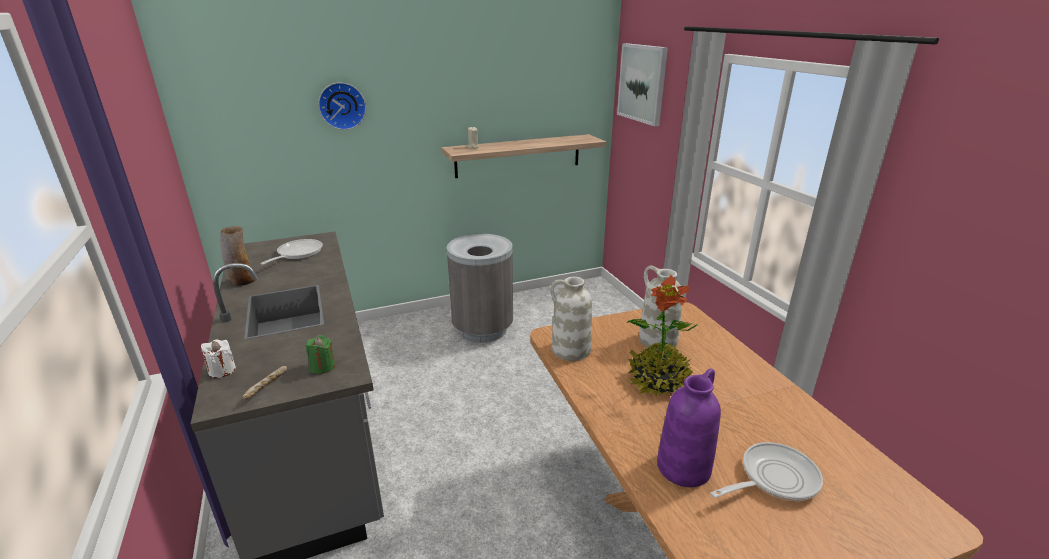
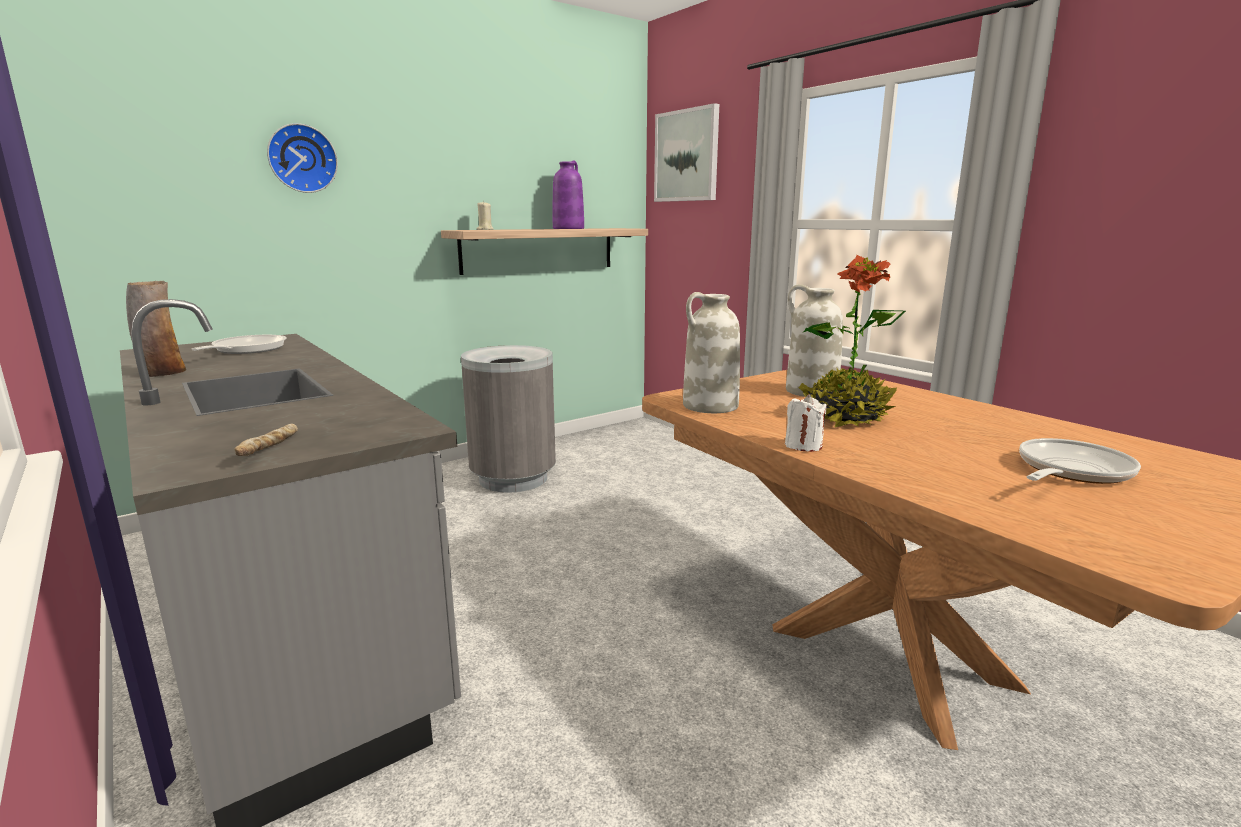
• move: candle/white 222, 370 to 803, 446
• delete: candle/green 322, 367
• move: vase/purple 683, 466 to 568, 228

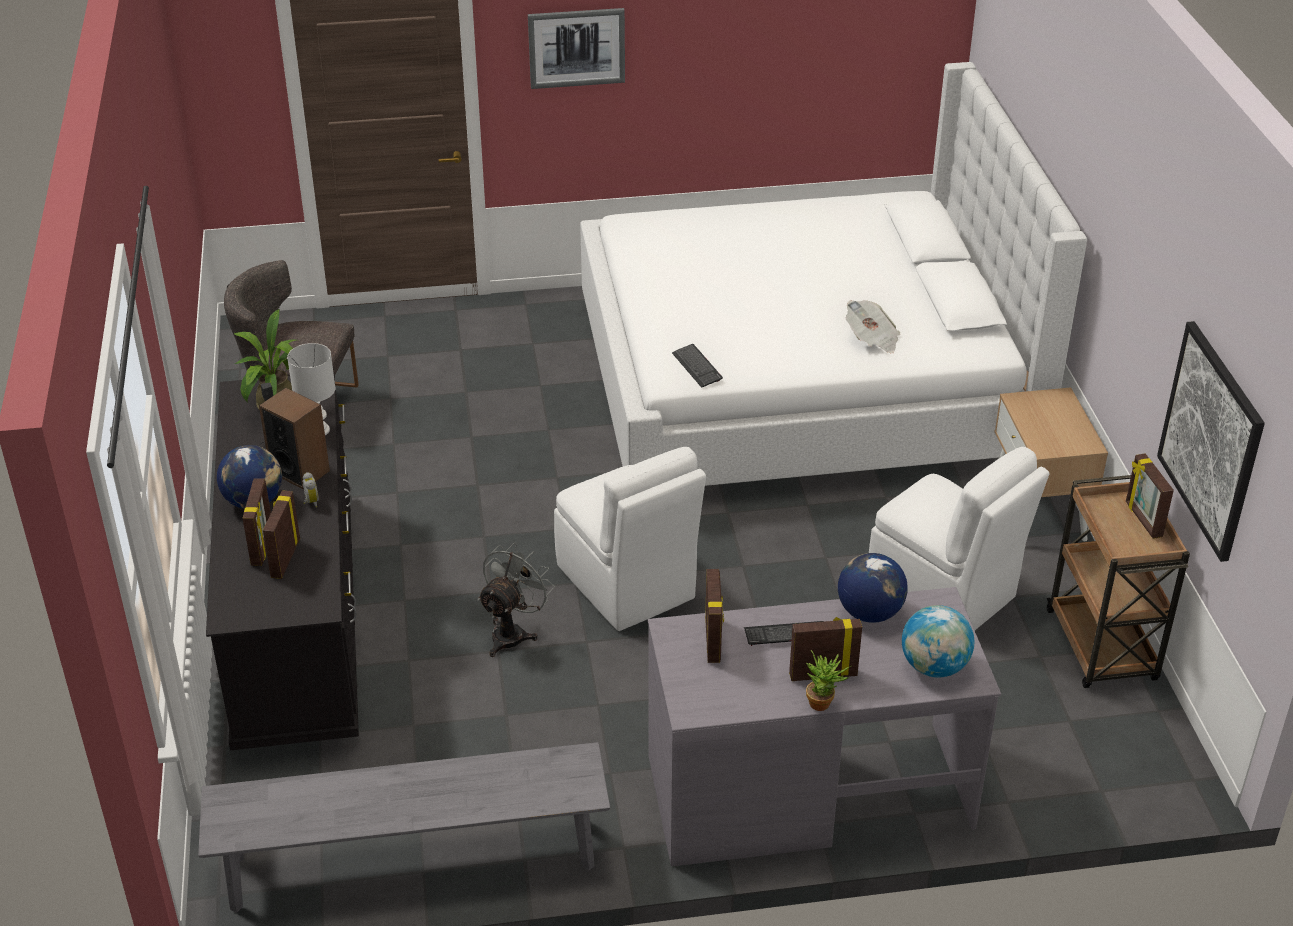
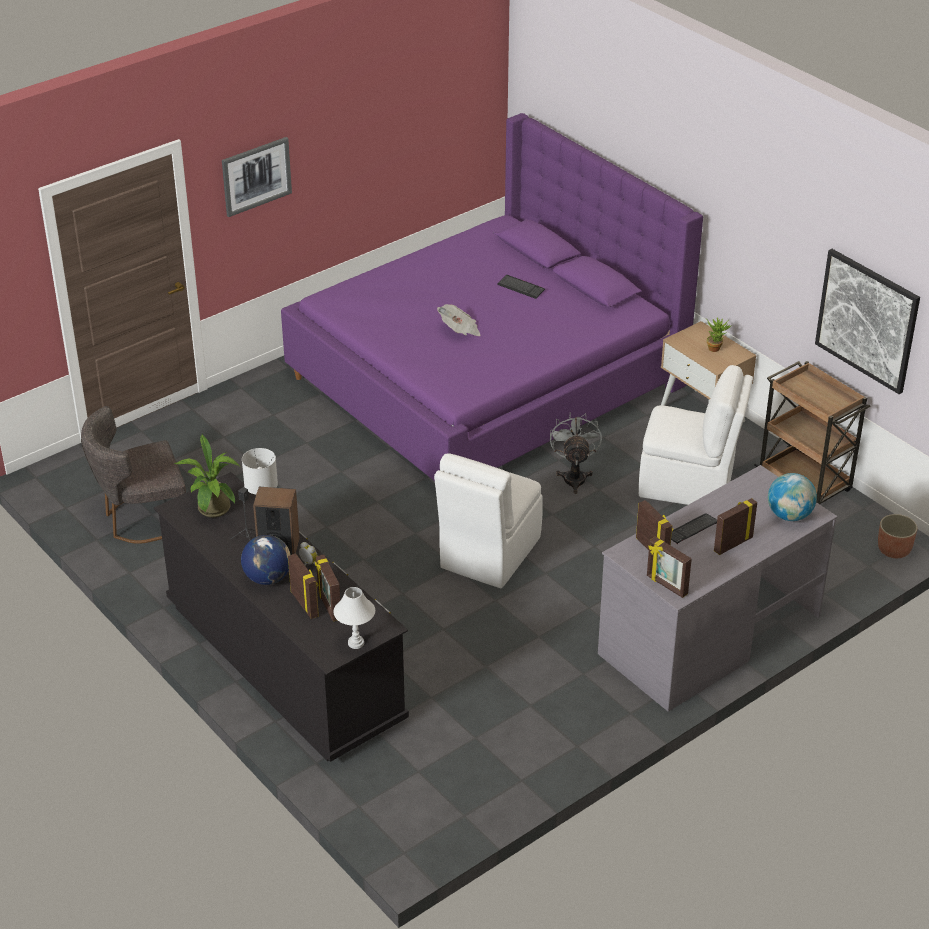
• delete: bench/grey 412, 863
• move: fan/grey 513, 633 to 574, 476
• rotate: chair/white 627, 584 = 488, 554 90 degrees clockwise
• recolor: bed/white 803, 385 to bed/purple 488, 381
• move: keyboard 697, 367 to 521, 288
• move: potted plant 824, 703 to 716, 348
• delete: globe 869, 612
• move: newspaper 872, 339 to 459, 330
• move: picture frame 1142, 520 to 666, 585
• insert: table lamp/white 356, 643
• insert: planter 894, 550

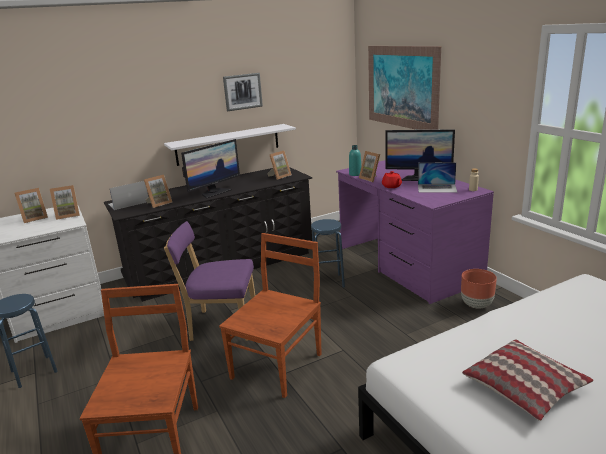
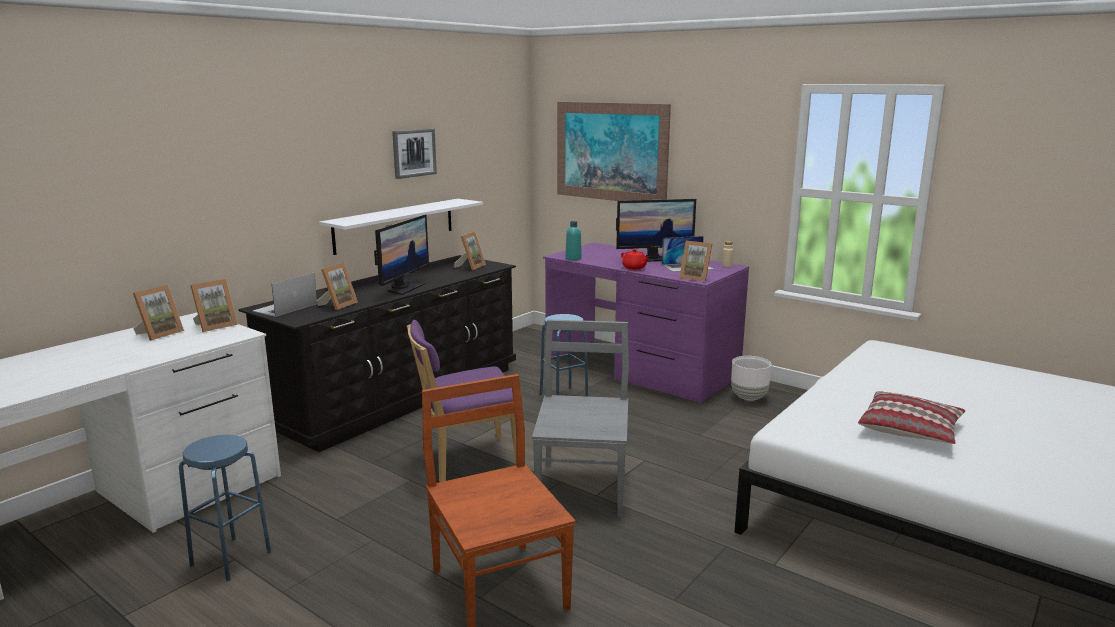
• recolor: chair/brown 278, 364 to chair/grey 582, 487
• move: picture frame 371, 178 to 696, 278
• recolor: planter/brown 477, 305 to planter/white 749, 397

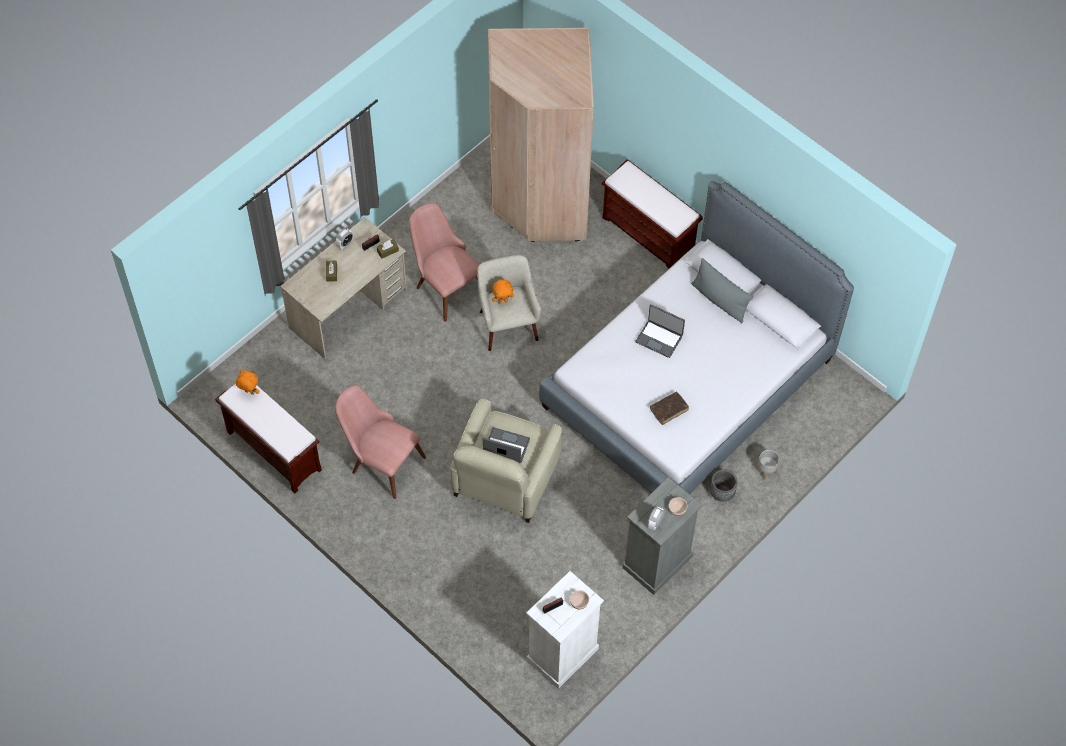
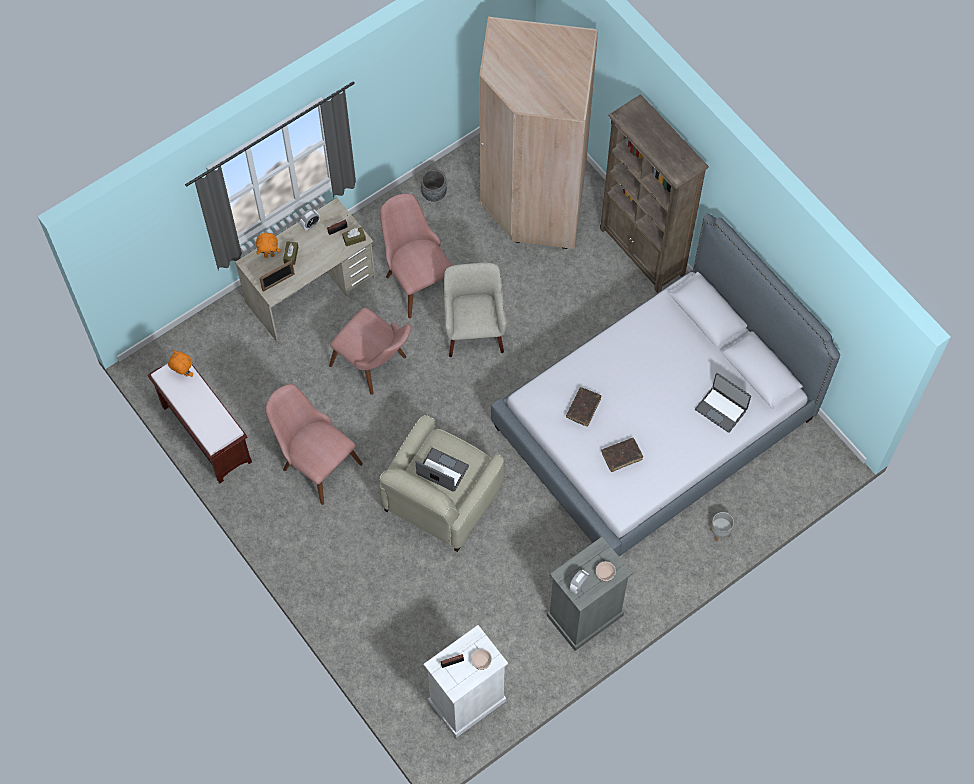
• move: plush toy/orange 503, 301 to 269, 255
• replace: bench/brown 649, 234 to bookcase/brown 642, 251
• move: laptop 659, 338 to 721, 409
• delete: pillow/grey 719, 300
• move: planter/grey 722, 493 to 434, 194
• insert: picture frame 278, 282
• insert: chair/pink 376, 365
• insert: book/brown 583, 408

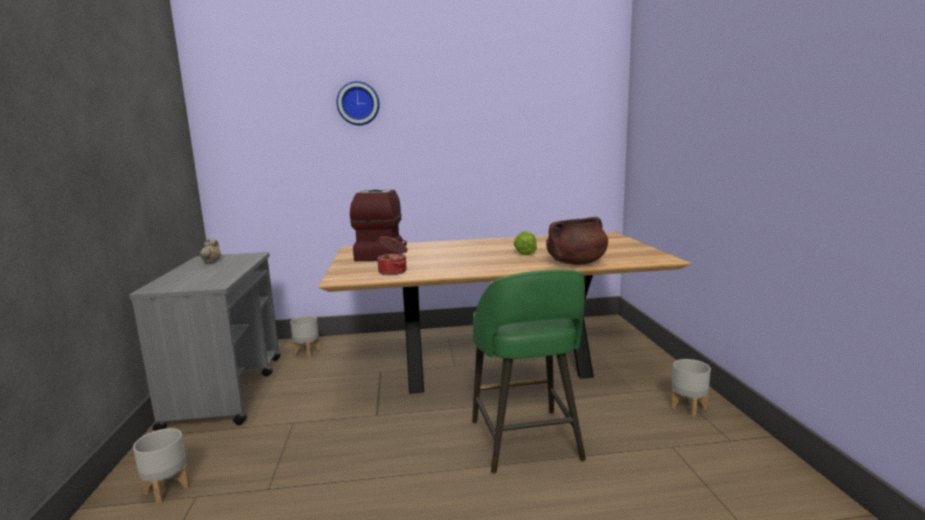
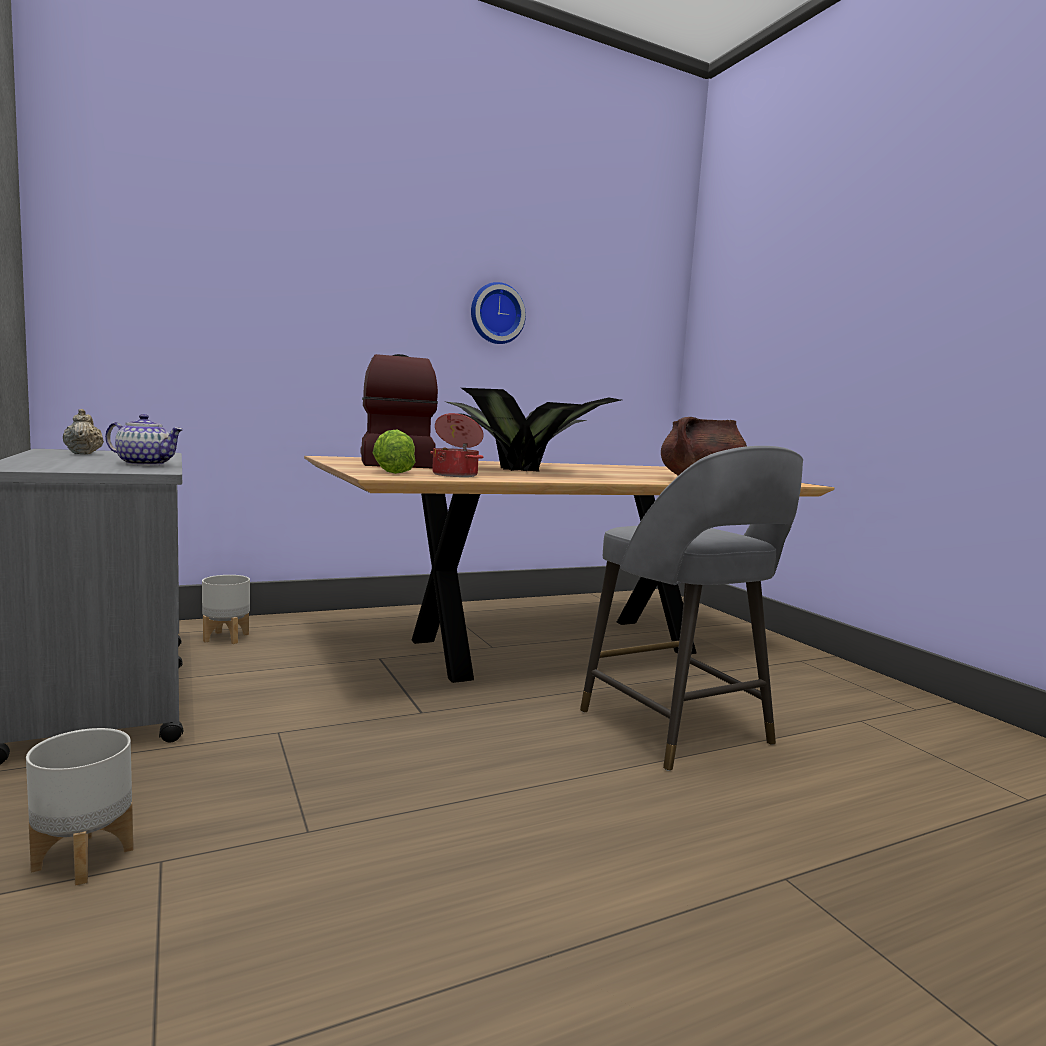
• move: wall clock 358, 103 to 496, 314
• recolor: stool/green 526, 442 to stool/grey 678, 729
• move: lettuce 524, 252 to 392, 472
• delete: planter/grey 688, 408
• insert: teapot 145, 464
• insert: potted plant 525, 470

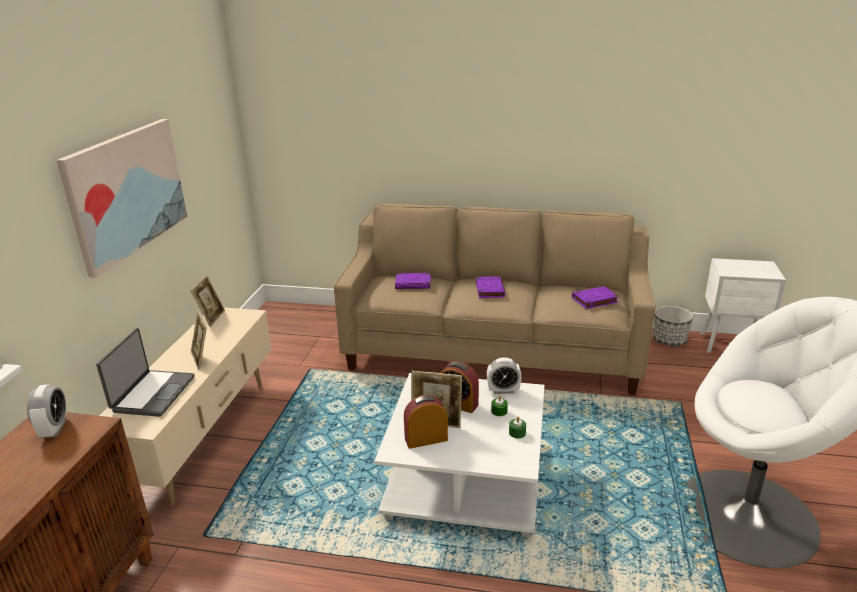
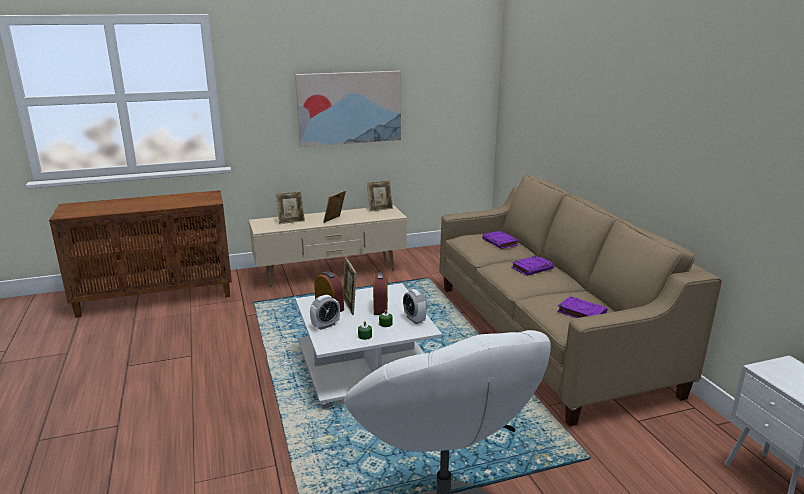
• move: alarm clock 54, 429 to 325, 325
• replace: laptop 152, 394 to picture frame 291, 221
• delete: planter 669, 340

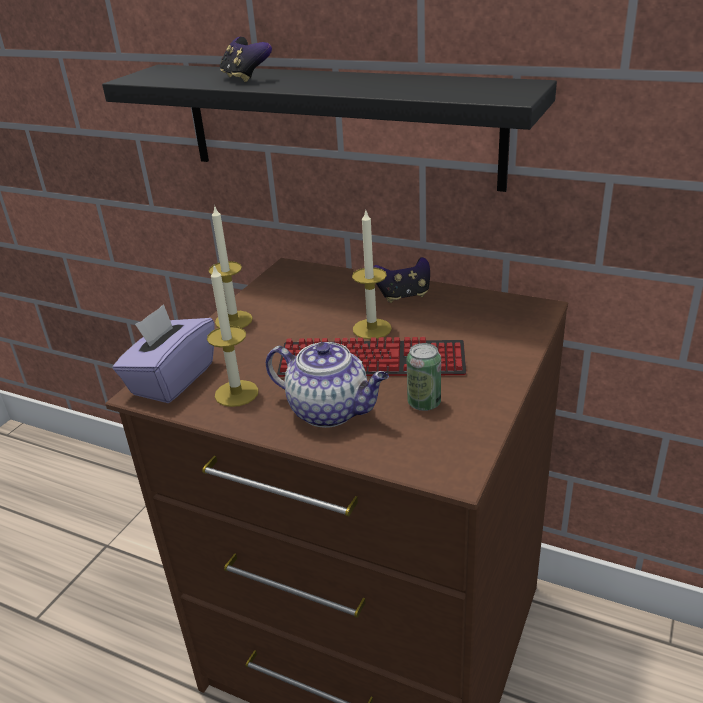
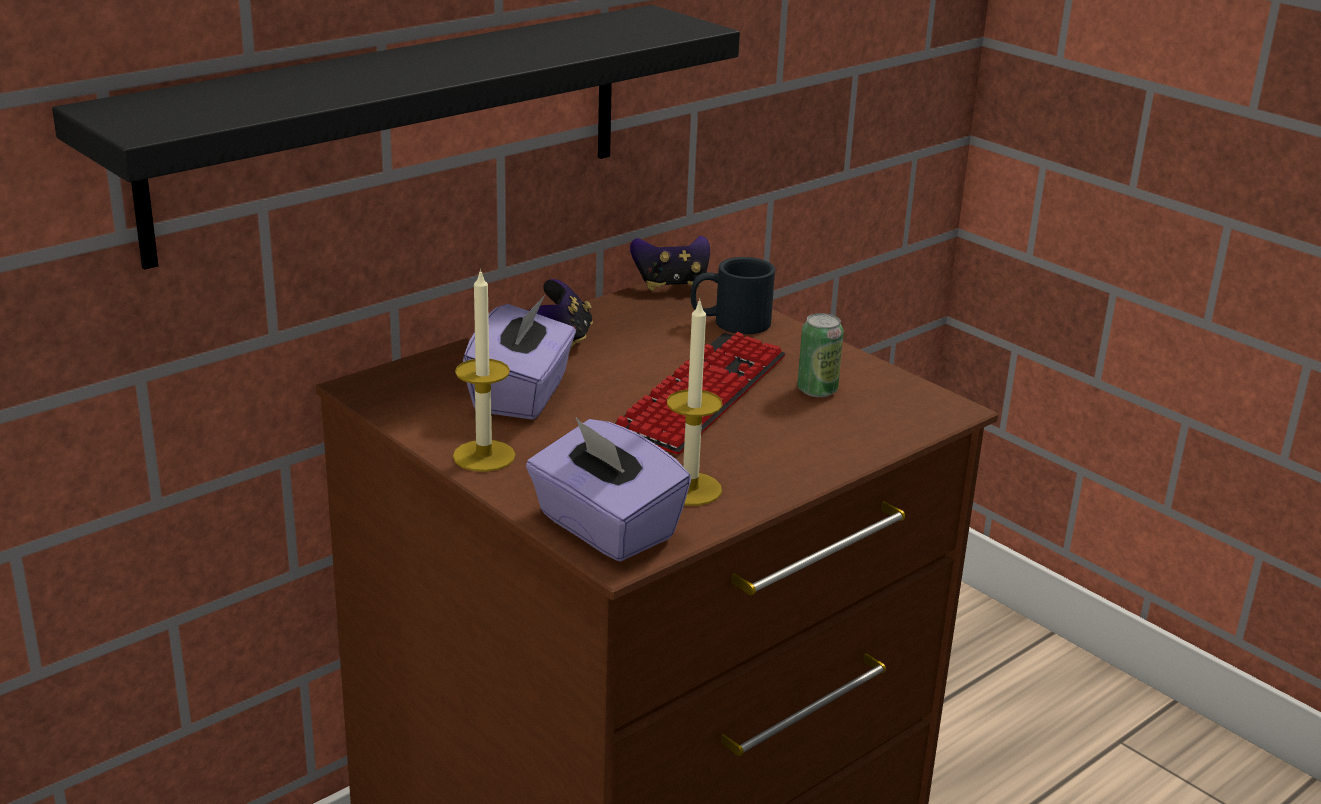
• move: game controller 245, 78 to 671, 285
• delete: teapot 331, 411
• delete: candle 372, 329
• insert: tissue box/purple 522, 395
• insert: mug/black 730, 322

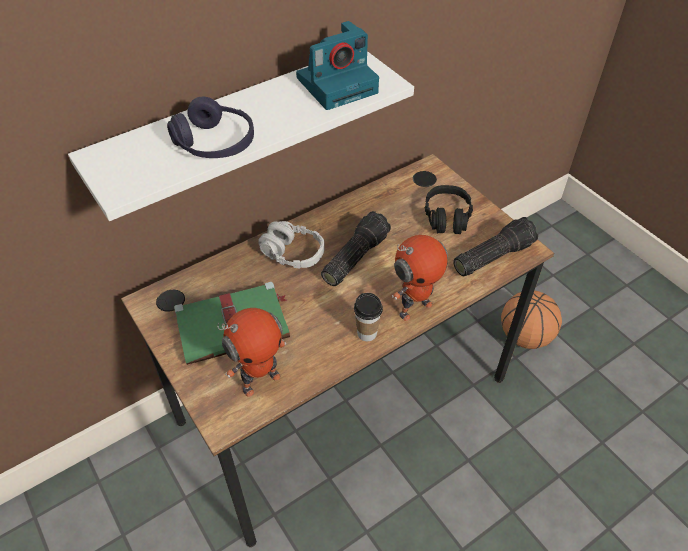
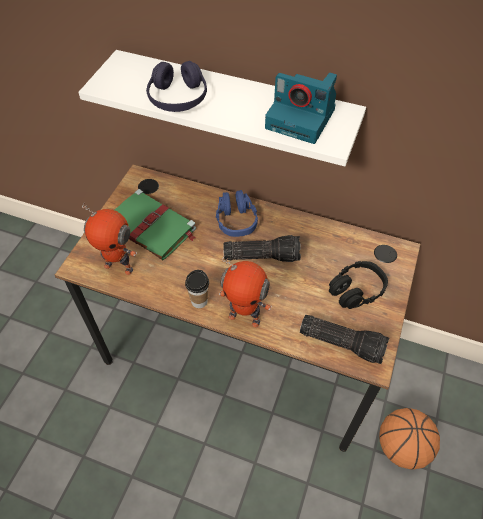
• recolor: headphones/grey 292, 253 to headphones/blue 236, 220

